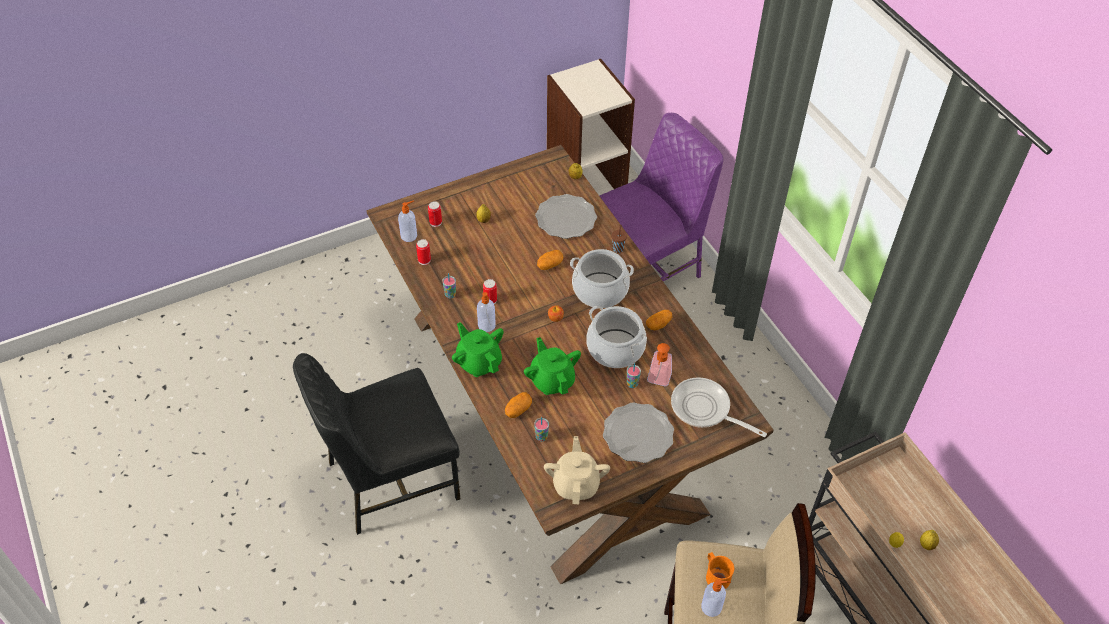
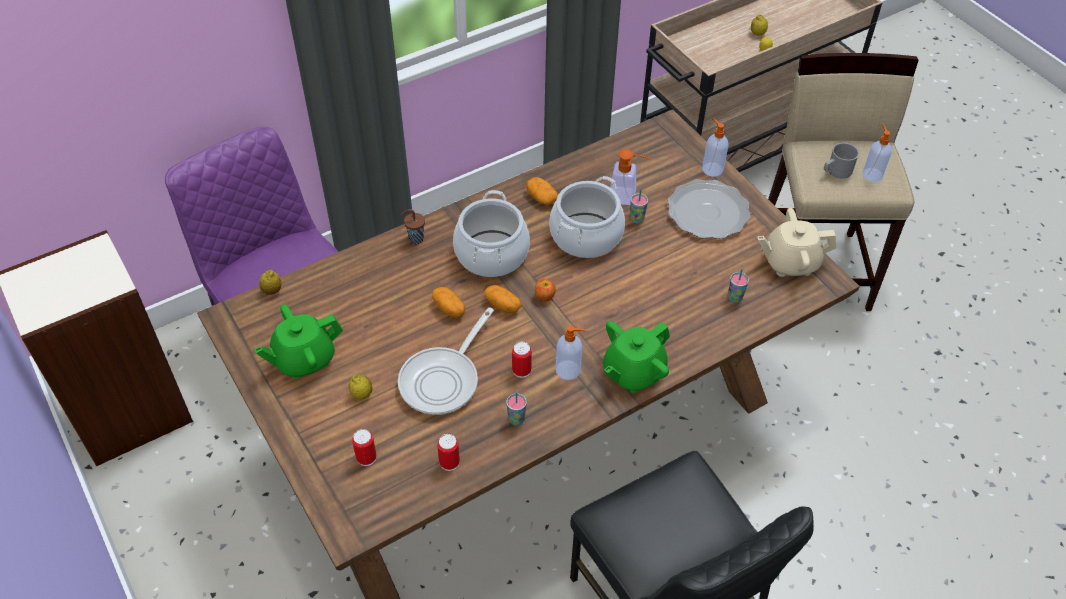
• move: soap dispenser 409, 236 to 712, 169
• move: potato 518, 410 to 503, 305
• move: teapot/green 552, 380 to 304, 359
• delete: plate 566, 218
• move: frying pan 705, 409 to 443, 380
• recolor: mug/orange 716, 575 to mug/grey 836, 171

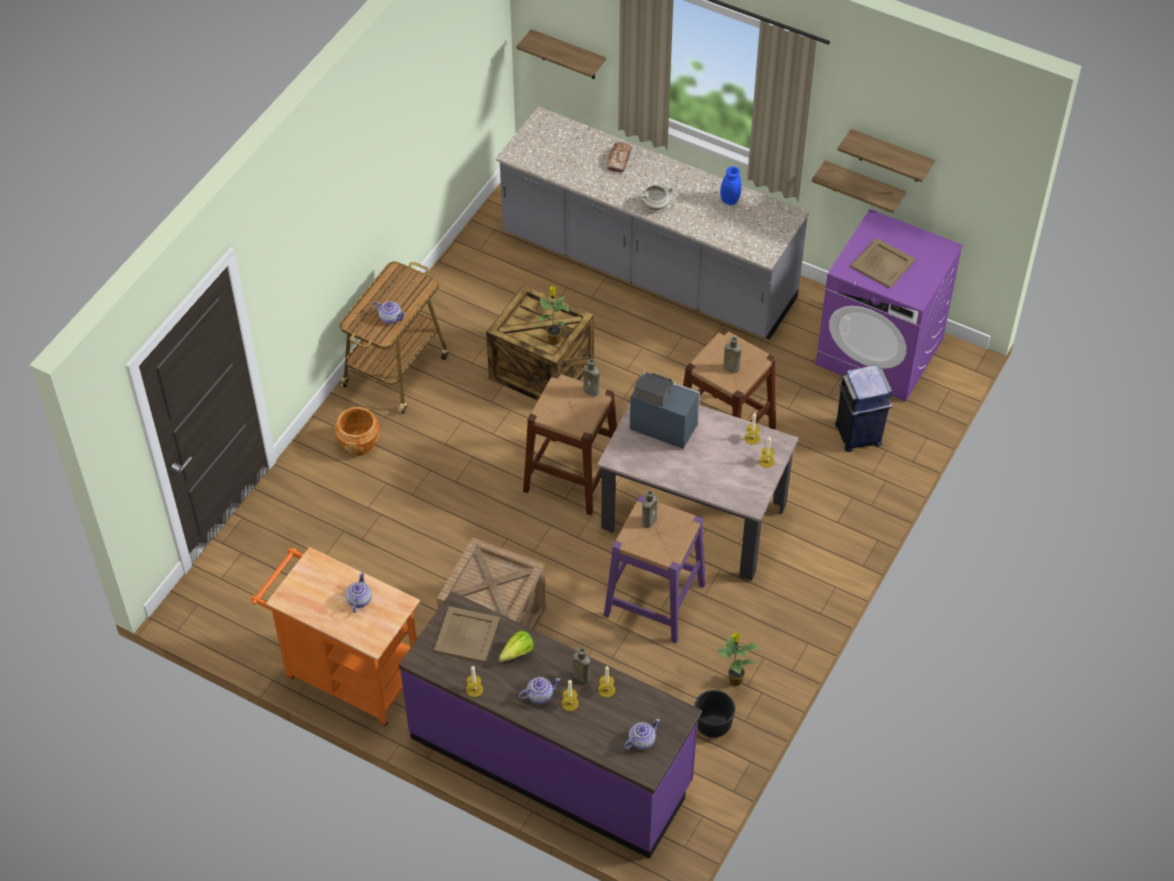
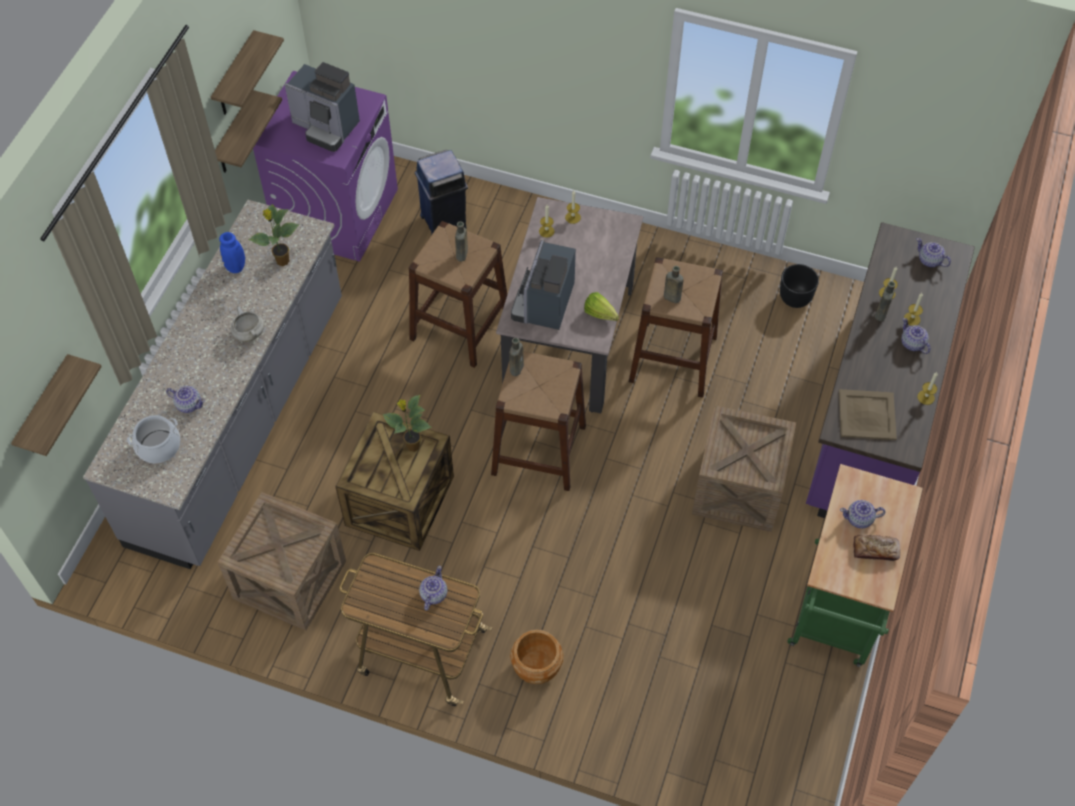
• recolor: cart/orange 347, 675 to cart/green 837, 611
• move: lettuce 514, 654 to 602, 316
• recolor: stool/purple 654, 600 to stool/brown 673, 358
• move: bread 619, 160 to 875, 550
• move: potted plant 734, 680 to 282, 261
• replace: tray/beige 882, 264 to coffee machine 326, 127
• insert: cooking pot 159, 446
• insert: teapot 188, 404
• insert: crate 290, 580

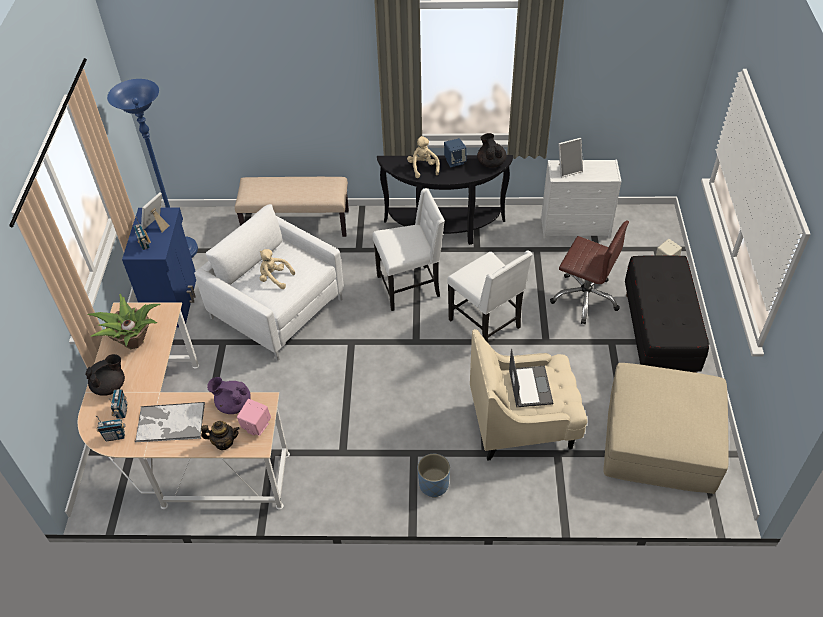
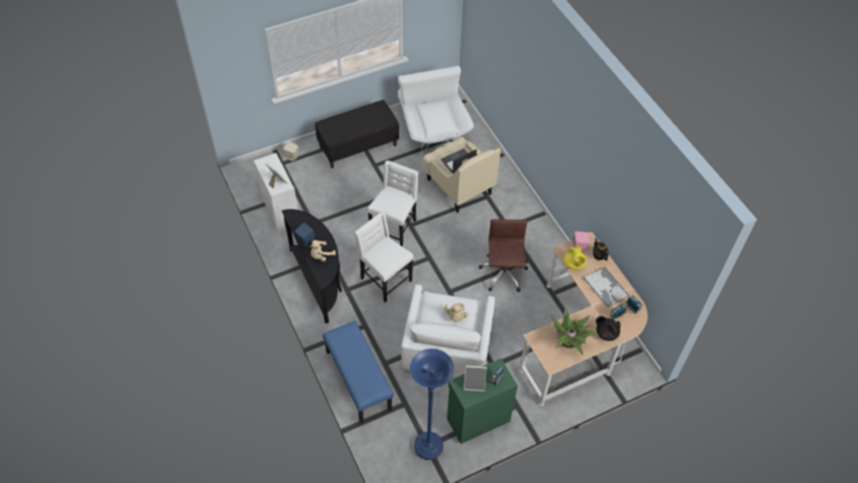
• recolor: cabinet/blue 174, 300 to cabinet/green 477, 419
• recolor: teapot/purple 233, 404 to teapot/yellow 574, 264
• recolor: bench/beige 297, 223 to bench/blue 357, 380
• delete: planter/blue 433, 484
• delete: teapot/black 491, 162
• move: office chair/brown 585, 298 to 503, 274
• replace: ottoman/beige 661, 440 to armchair/white 432, 129

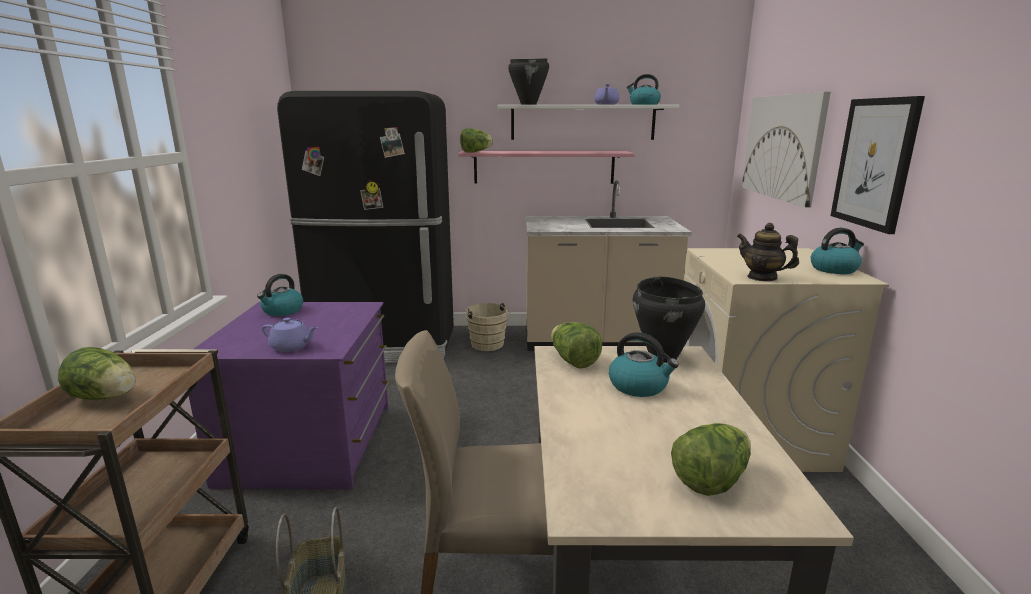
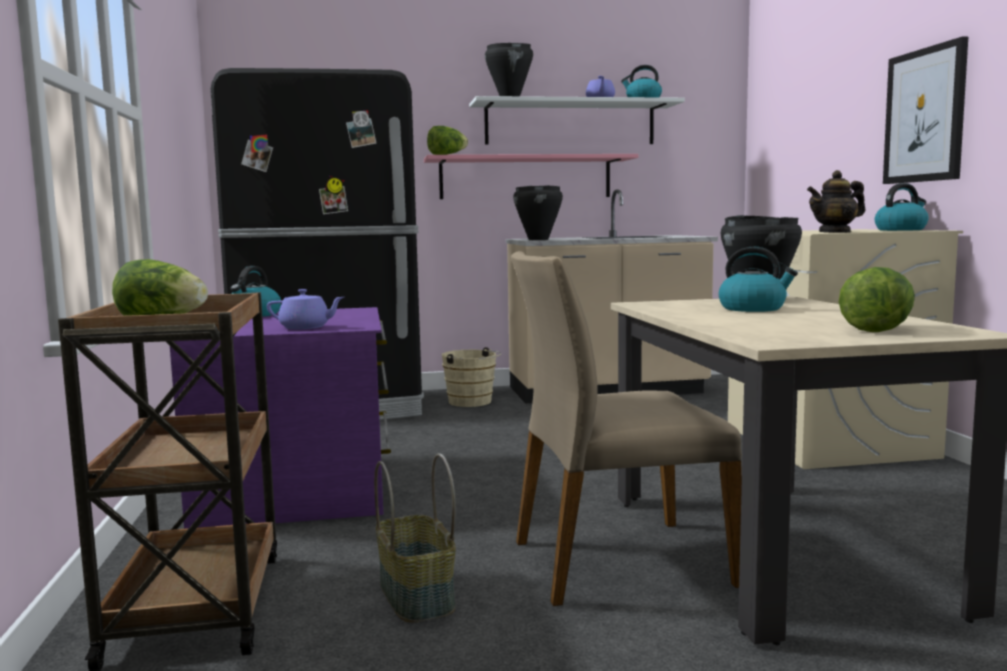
• delete: lettuce 573, 361
• rotate: teapot 762, 277 = 835, 232 45 degrees counterclockwise
• delete: picture 782, 147
• insert: cooking pot/black 538, 240

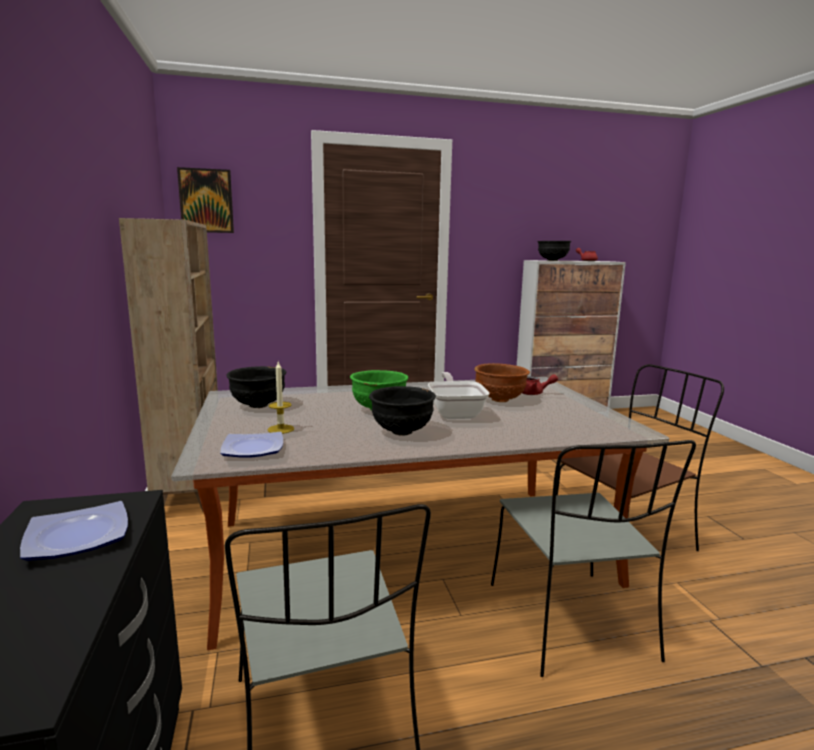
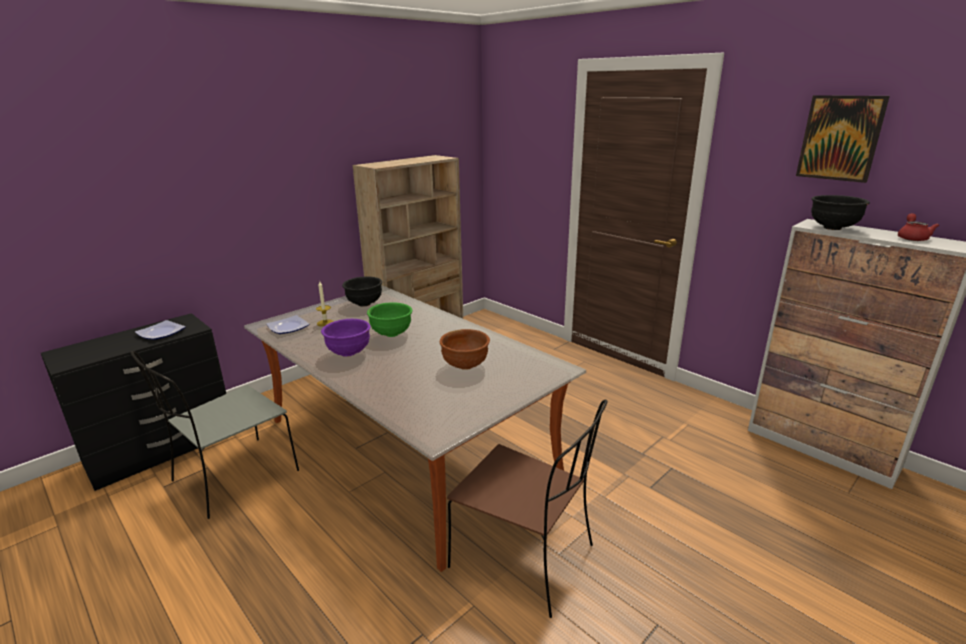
• move: picture 206, 201 to 840, 138
• recolor: bowl/black 401, 431 to bowl/purple 348, 353
• delete: frying pan 455, 413
• delete: chair/grey 571, 623
• delete: teapot/red 534, 393

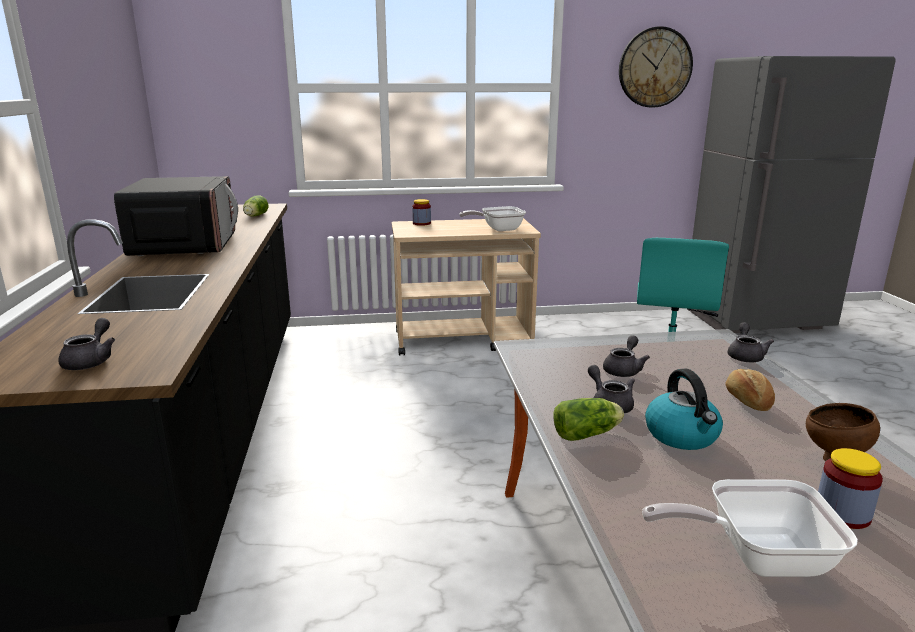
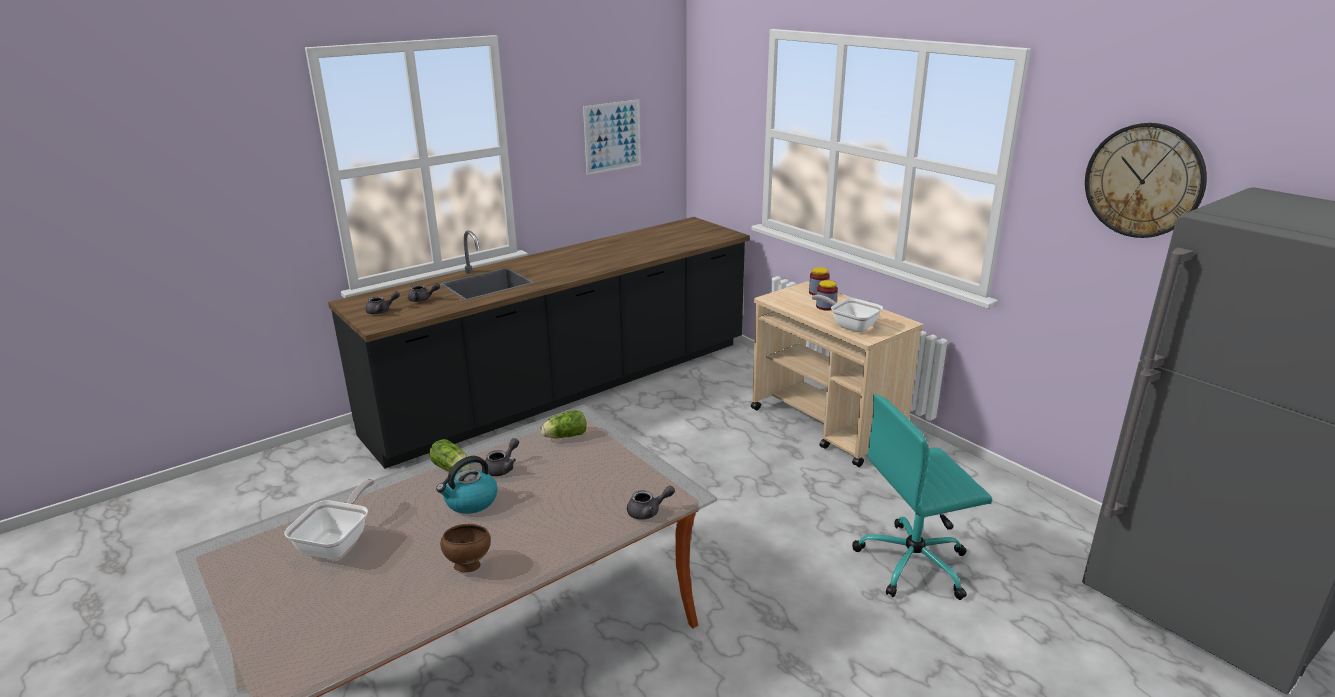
• delete: microwave 185, 245
• move: lettuce 255, 216 to 564, 436
• move: teapot/grey 624, 370 to 423, 299
• rotate: frying pan 755, 556 = 338, 542 45 degrees clockwise
• delete: bread 747, 401
• move: jar 842, 513 to 826, 306
• insert: picture 612, 136

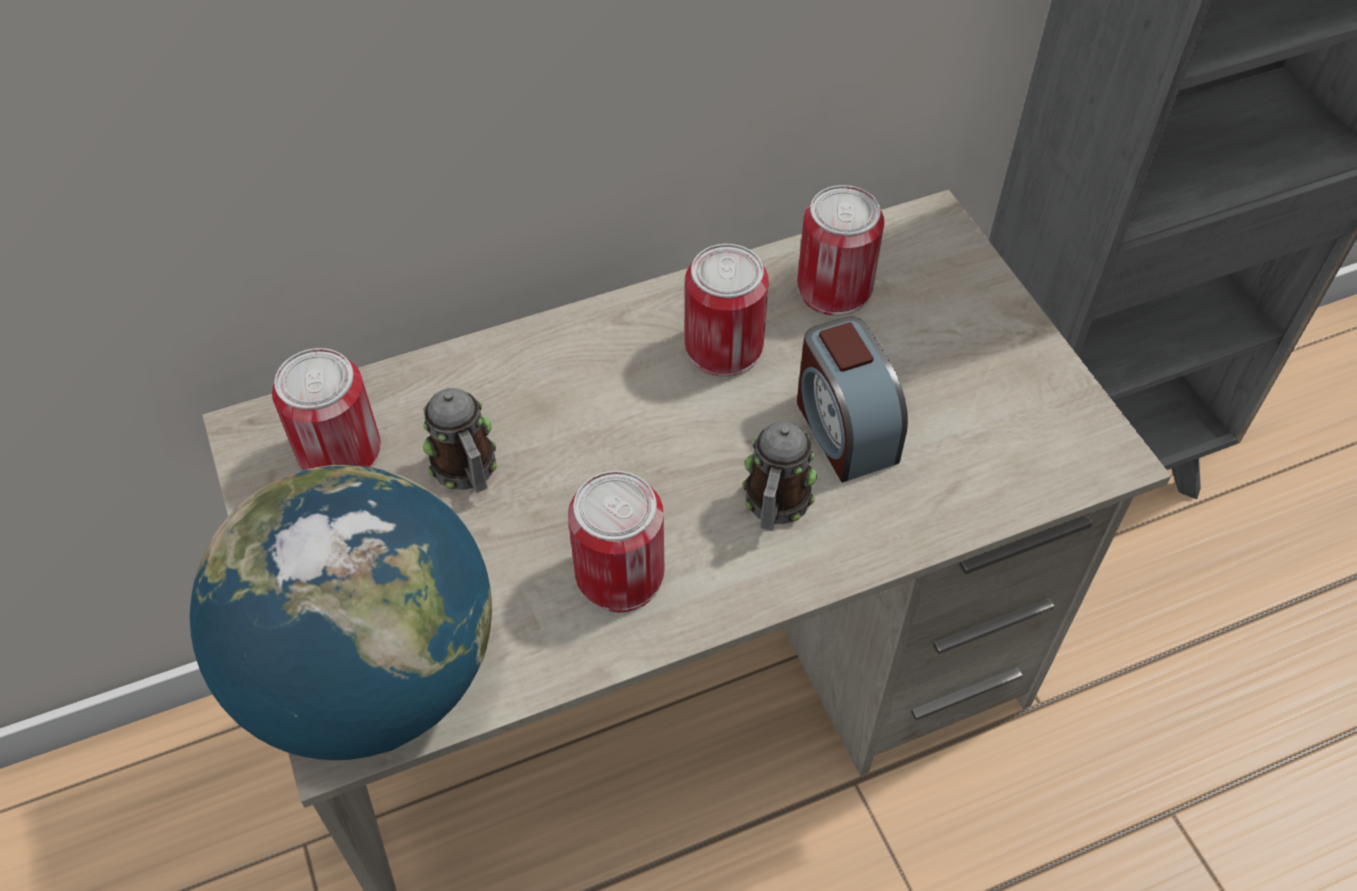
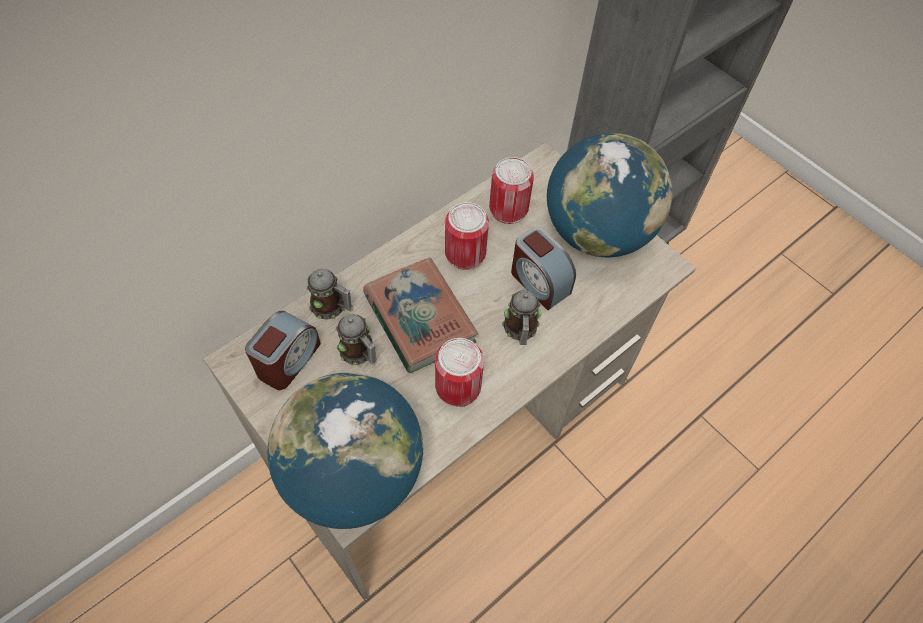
• replace: can 340, 453 to alarm clock 288, 360
• insert: mug 332, 307
• insert: book 419, 318
• insert: globe 596, 233

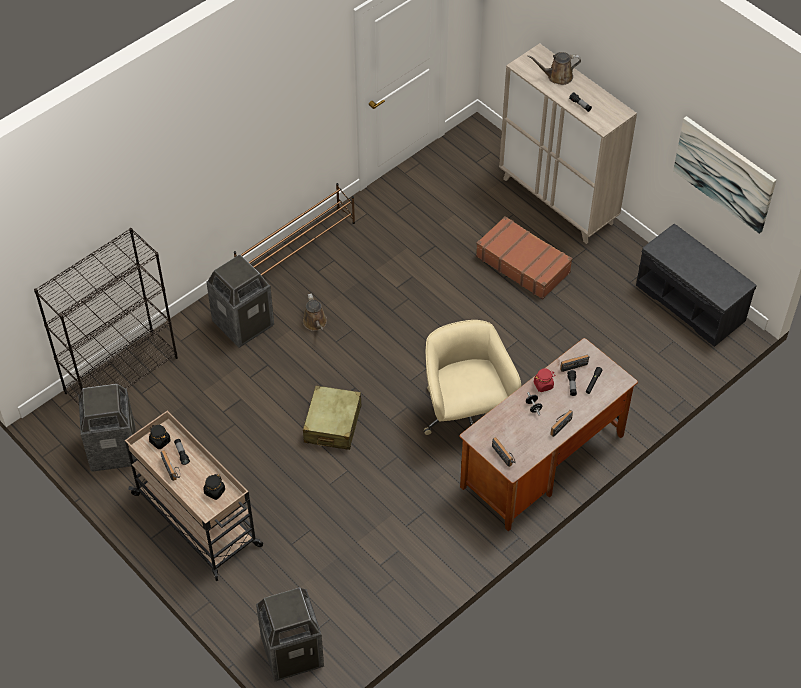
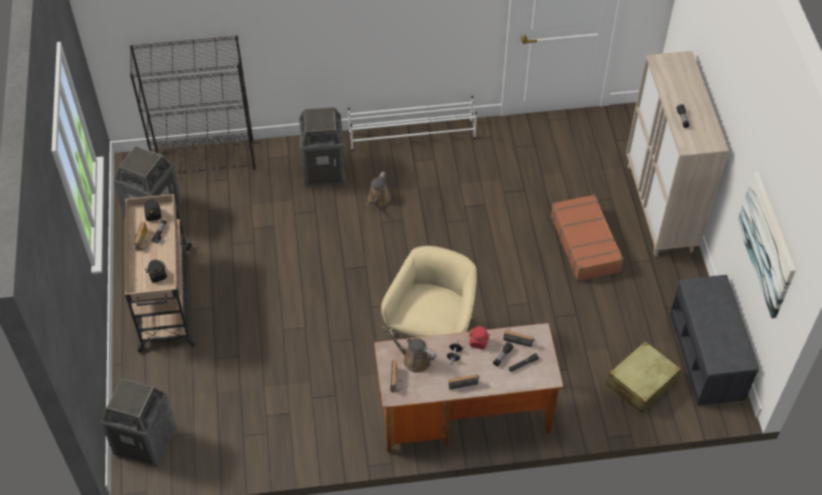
• recolor: shoe rack/brown 297, 249 to shoe rack/white 412, 136
• move: suitcase/beige 332, 424 to 641, 383
• move: watering can/brown 557, 76 to 413, 359

